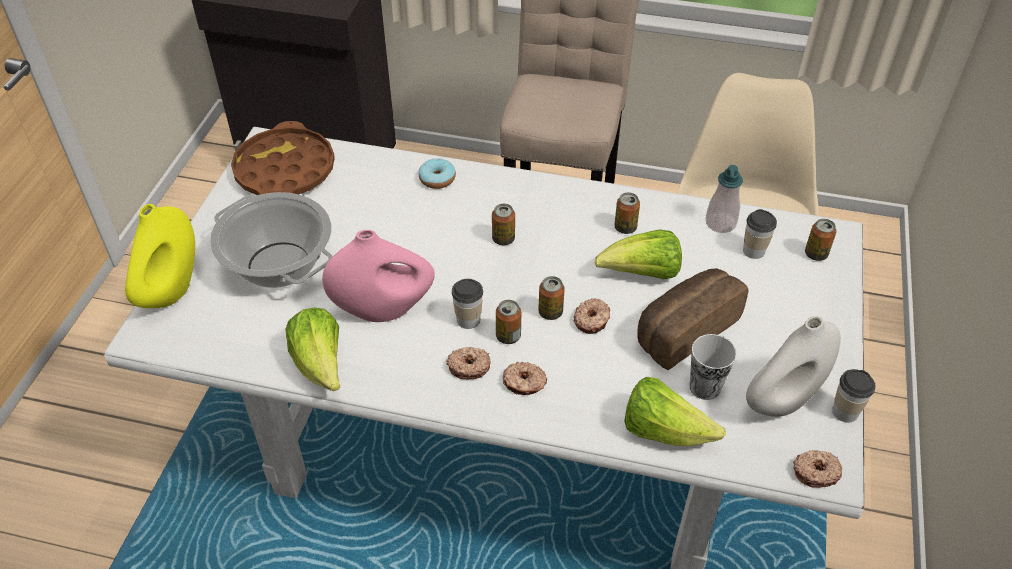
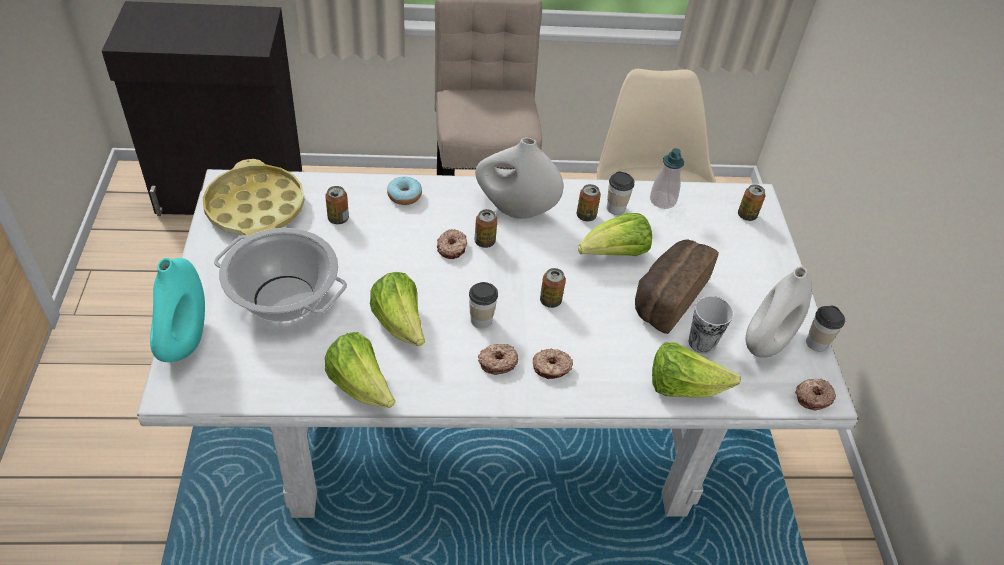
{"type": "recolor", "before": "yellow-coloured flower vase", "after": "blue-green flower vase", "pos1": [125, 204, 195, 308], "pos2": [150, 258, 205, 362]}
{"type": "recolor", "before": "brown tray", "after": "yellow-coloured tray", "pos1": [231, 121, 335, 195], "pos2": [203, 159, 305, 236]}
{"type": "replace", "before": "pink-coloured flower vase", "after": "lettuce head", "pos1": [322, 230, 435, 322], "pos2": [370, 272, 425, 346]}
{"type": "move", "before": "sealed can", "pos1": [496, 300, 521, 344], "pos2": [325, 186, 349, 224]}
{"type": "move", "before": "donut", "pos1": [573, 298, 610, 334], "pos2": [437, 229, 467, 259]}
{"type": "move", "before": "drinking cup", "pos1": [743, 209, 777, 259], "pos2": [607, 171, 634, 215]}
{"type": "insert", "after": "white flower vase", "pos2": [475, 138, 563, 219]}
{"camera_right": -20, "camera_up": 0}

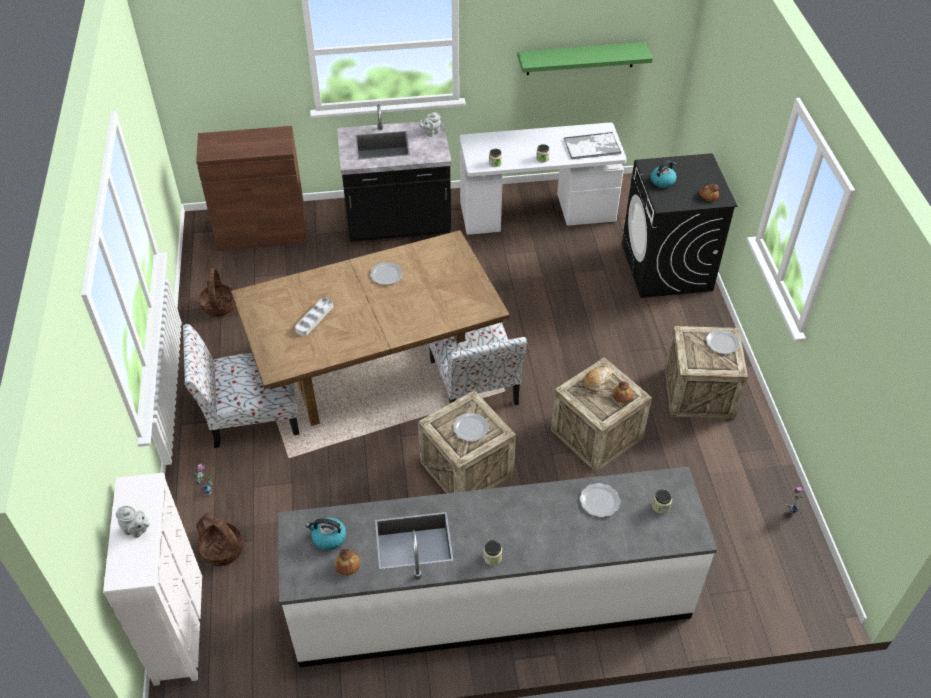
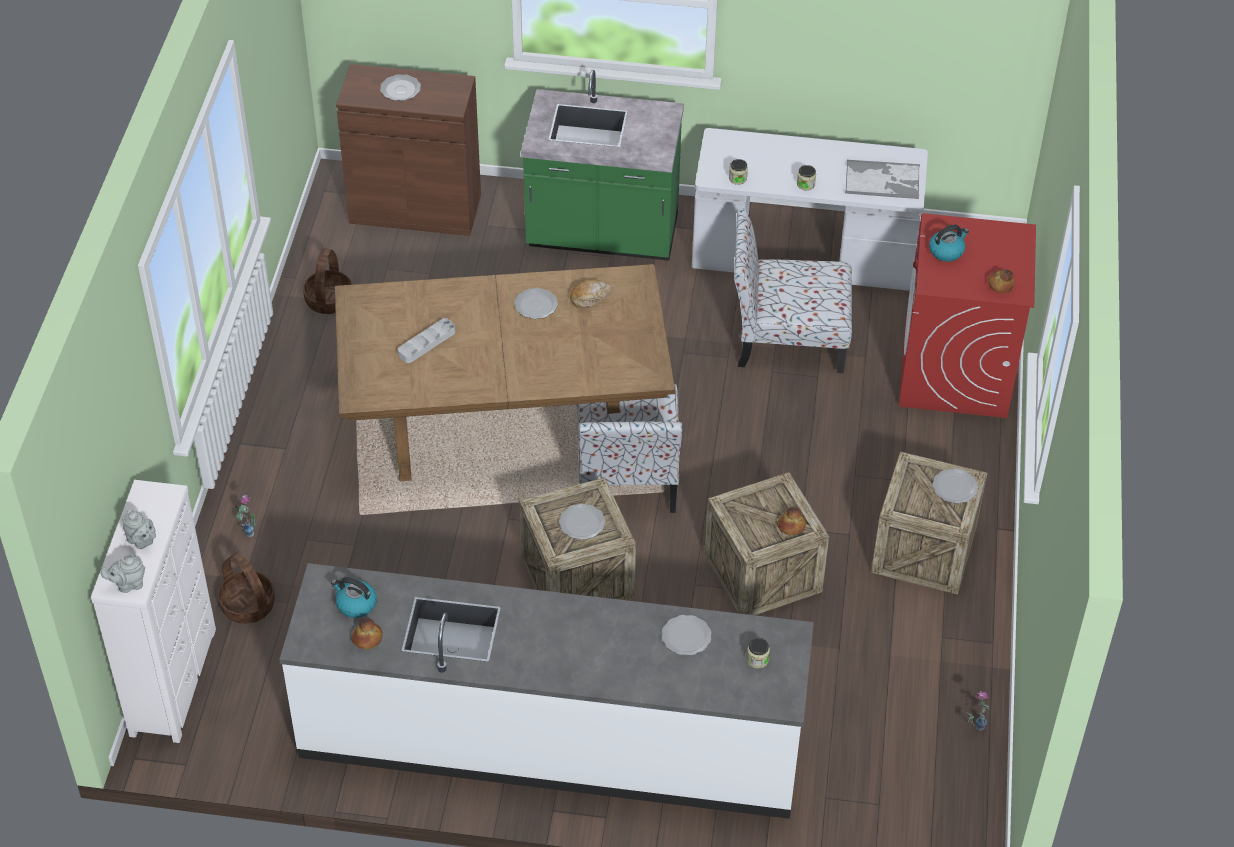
{"type": "move", "before": "upright chair", "pos1": [183, 324, 299, 448], "pos2": [734, 208, 852, 373]}
{"type": "recolor", "before": "black counter", "after": "green counter", "pos1": [337, 104, 452, 242], "pos2": [521, 70, 684, 261]}
{"type": "move", "before": "gray pot for tea", "pos1": [419, 112, 441, 137], "pos2": [101, 555, 145, 593]}
{"type": "delete", "before": "storage jar", "pos1": [483, 540, 502, 566]}
{"type": "delete", "before": "green wall shelf", "pos1": [517, 42, 653, 75]}
{"type": "move", "before": "bakery bread", "pos1": [584, 367, 612, 392], "pos2": [570, 280, 611, 308]}
{"type": "recolor", "before": "black laundry machine", "after": "red laundry machine", "pos1": [622, 153, 737, 298], "pos2": [899, 213, 1036, 418]}
{"type": "insert", "after": "dinner plate", "pos2": [380, 74, 421, 101]}
{"camera_right": 15, "camera_up": 0}

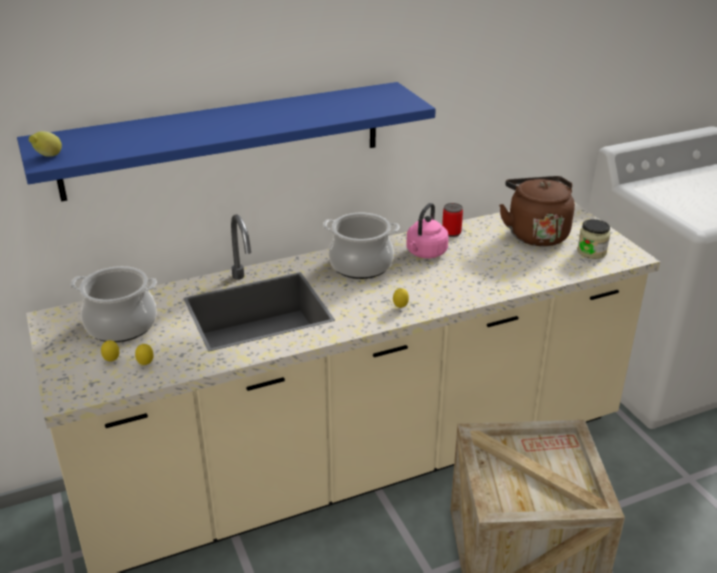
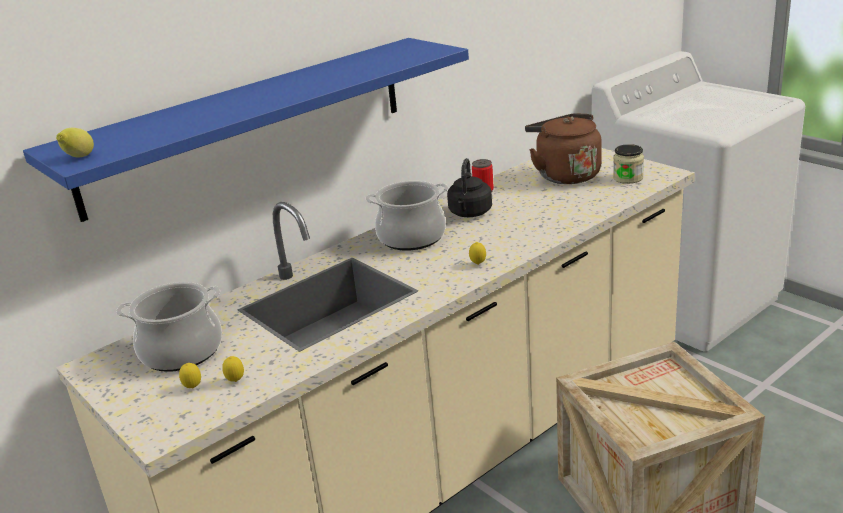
{"type": "recolor", "before": "pink-coloured kettle", "after": "black kettle", "pos1": [407, 203, 449, 258], "pos2": [447, 158, 492, 217]}
{"camera_right": -15, "camera_up": -5}

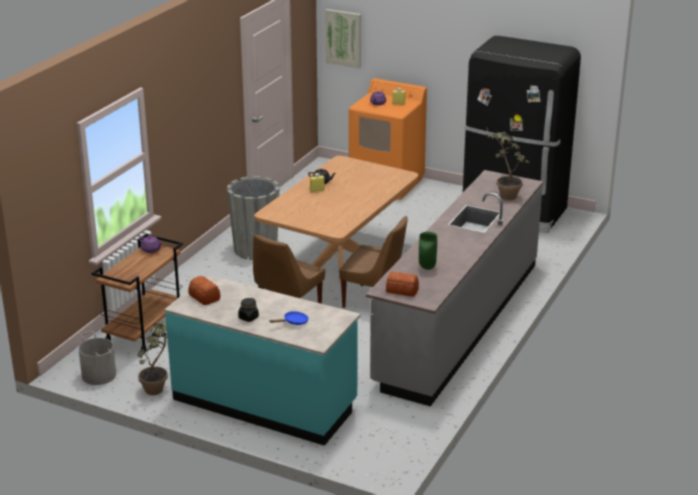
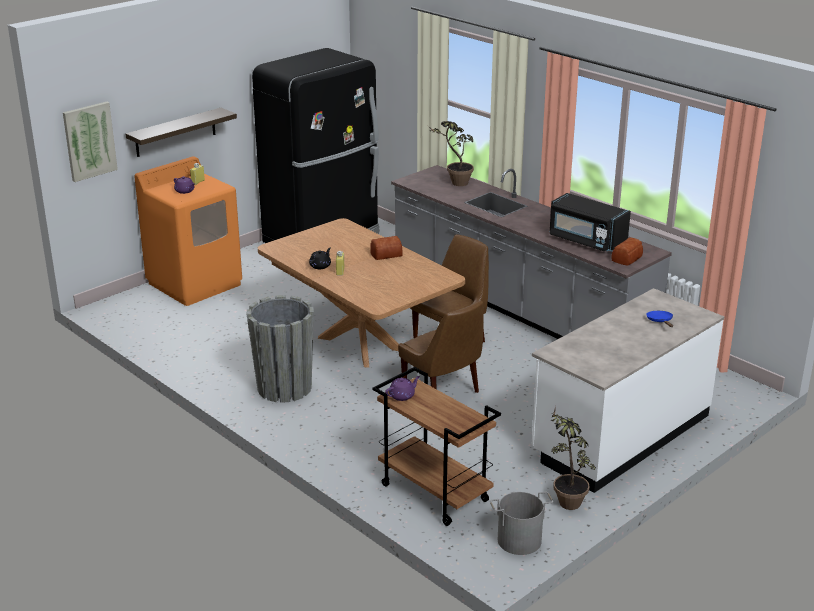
{"type": "recolor", "before": "blue-green counter", "after": "white counter", "pos1": [164, 275, 361, 446], "pos2": [532, 288, 724, 493]}
{"type": "move", "before": "bakery bread", "pos1": [189, 276, 220, 305], "pos2": [370, 236, 403, 260]}
{"type": "delete", "before": "black storage jar", "pos1": [238, 298, 259, 322]}
{"type": "replace", "before": "green flower vase", "after": "black kitchen microwave", "pos1": [419, 232, 437, 270], "pos2": [550, 193, 631, 252]}
{"type": "insert", "after": "wall shelf", "pos2": [126, 108, 237, 157]}
{"camera_right": -70, "camera_up": 0}

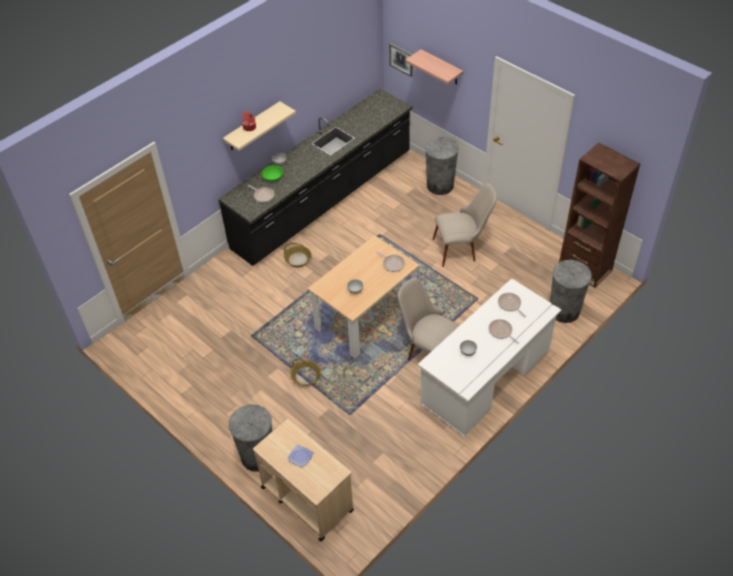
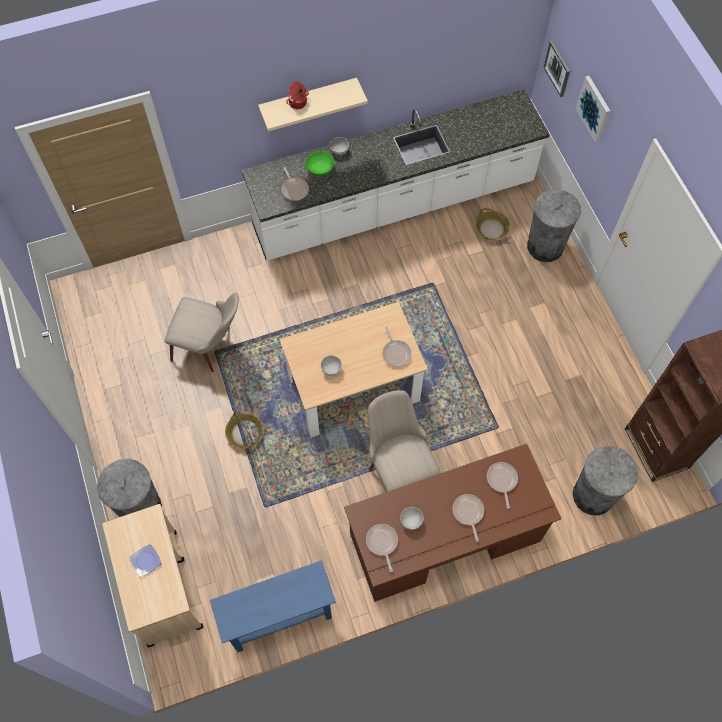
{"type": "recolor", "before": "black counter", "after": "white counter", "pos1": [218, 88, 413, 266], "pos2": [242, 89, 550, 261]}
{"type": "move", "before": "household basket", "pos1": [284, 243, 312, 267], "pos2": [475, 208, 510, 240]}
{"type": "replace", "before": "wall shelf", "after": "wall art", "pos1": [405, 49, 463, 84], "pos2": [576, 76, 610, 143]}
{"type": "recolor", "before": "white desk", "after": "brown desk", "pos1": [418, 278, 561, 436], "pos2": [344, 444, 562, 602]}
{"type": "move", "before": "beige-coloured upright chair", "pos1": [433, 183, 497, 267], "pos2": [165, 292, 239, 372]}
{"type": "insert", "after": "blue narrow table", "pos2": [210, 560, 336, 652]}
{"type": "insert", "after": "pan", "pos2": [366, 524, 398, 572]}
{"camera_right": 25, "camera_up": 15}

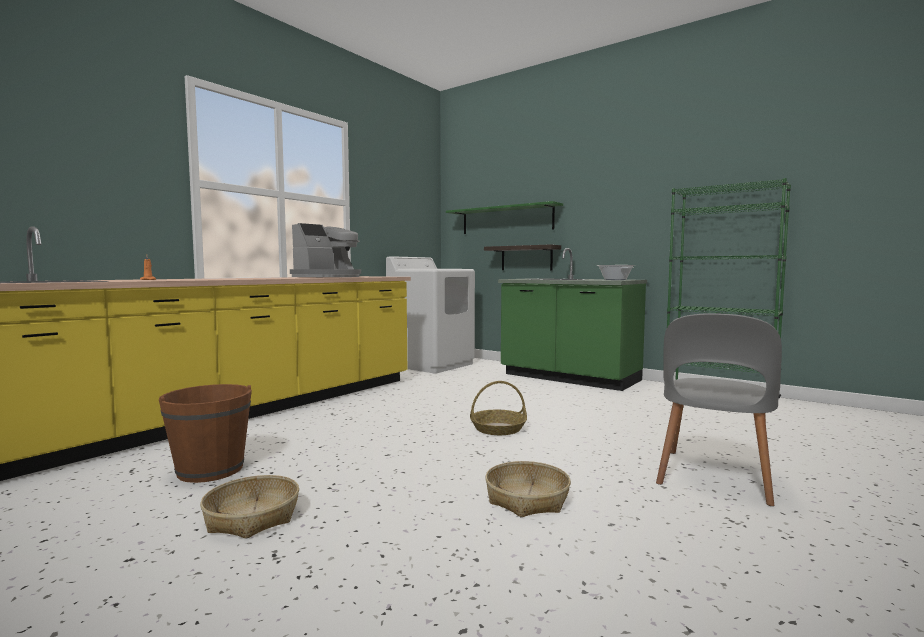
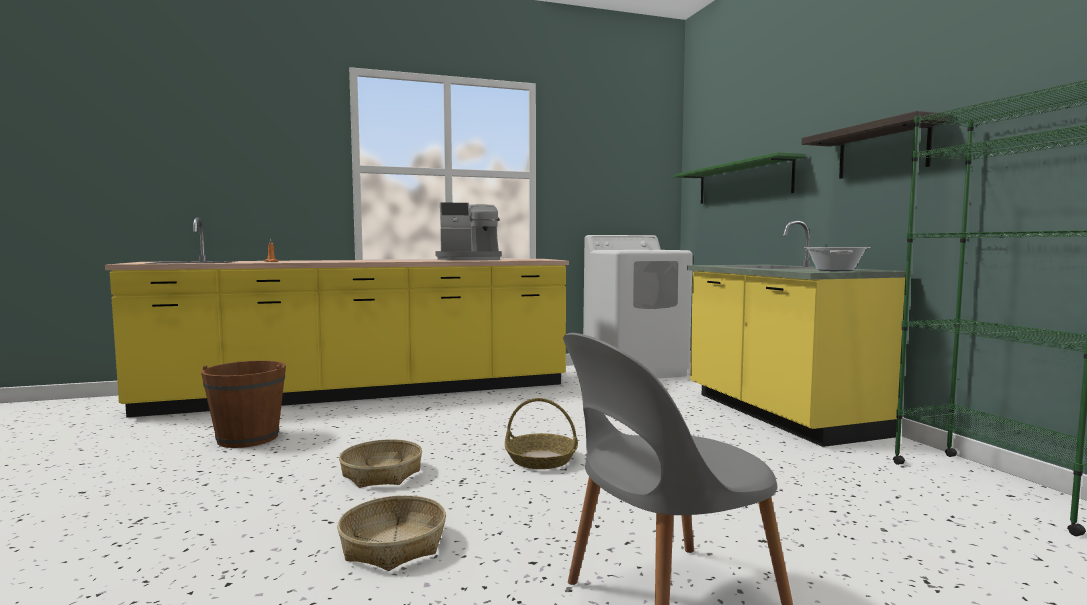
{"type": "move", "before": "household basket", "pos1": [200, 475, 299, 539], "pos2": [339, 439, 422, 488]}
{"type": "move", "before": "wall shelf", "pos1": [484, 244, 561, 270], "pos2": [802, 111, 950, 179]}
{"type": "recolor", "before": "green counter", "after": "yellow-coloured counter", "pos1": [498, 248, 647, 391], "pos2": [687, 221, 912, 447]}
{"camera_right": 35, "camera_up": 0}

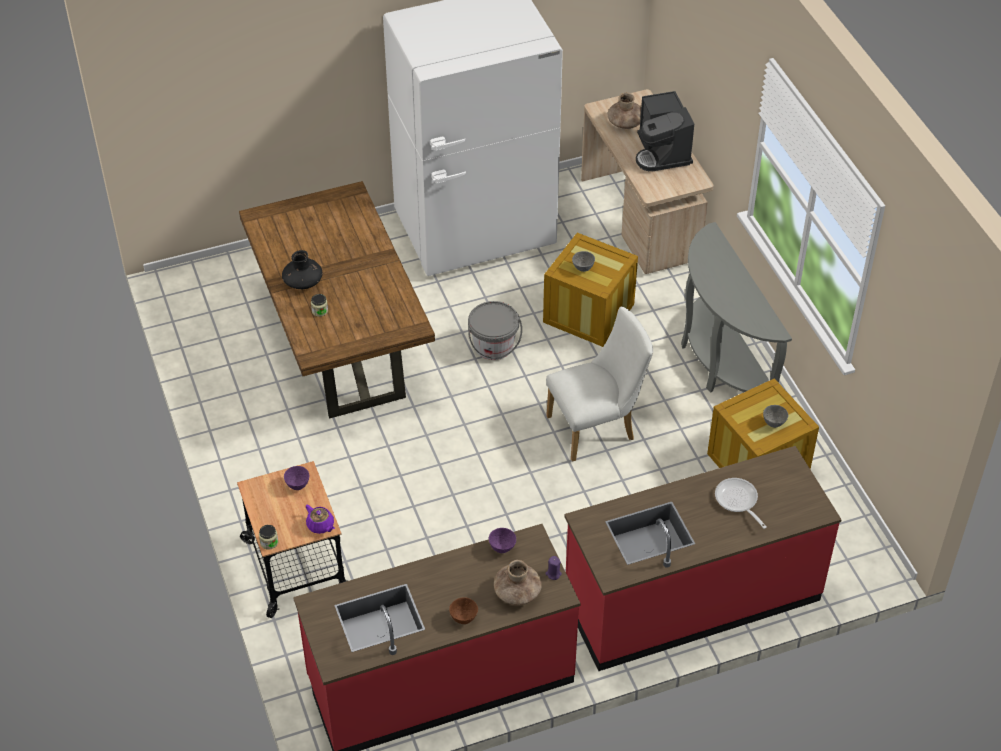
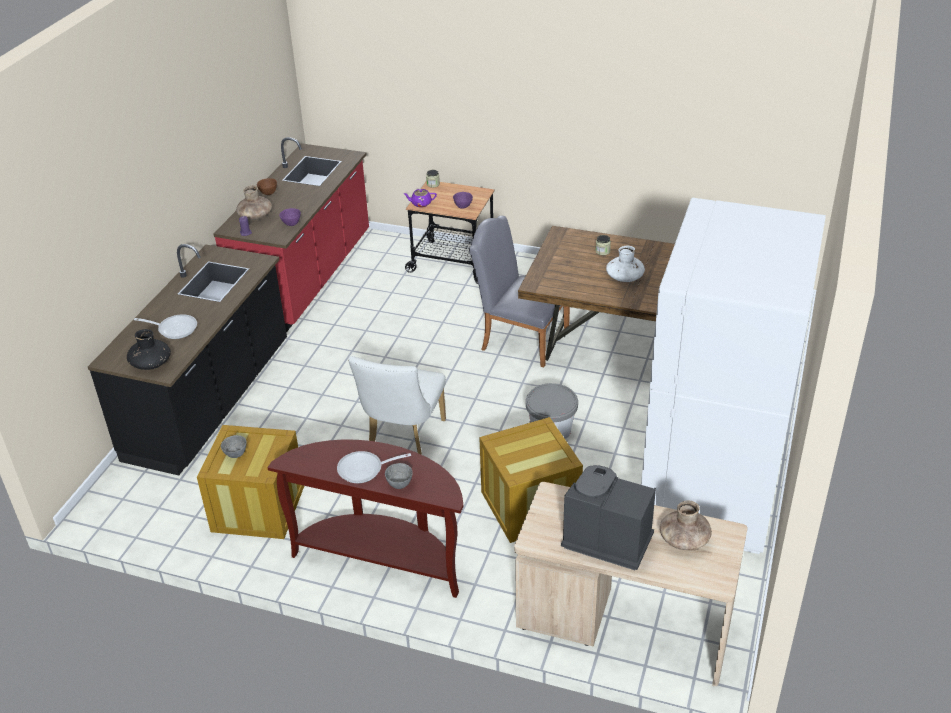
{"type": "move", "before": "black flower vase", "pos1": [282, 250, 322, 289], "pos2": [127, 329, 171, 370]}
{"type": "recolor", "before": "red counter", "after": "black counter", "pos1": [564, 446, 842, 671], "pos2": [88, 244, 287, 476]}
{"type": "move", "before": "gray bowl", "pos1": [572, 251, 595, 272], "pos2": [385, 463, 413, 489]}
{"type": "recolor", "before": "gray narrow table", "after": "brown narrow table", "pos1": [681, 222, 792, 392], "pos2": [267, 439, 463, 598]}
{"type": "insert", "after": "pan", "pos2": [337, 451, 411, 483]}
{"type": "insert", "after": "gray upright chair", "pos2": [469, 216, 570, 367]}
{"type": "insert", "after": "white flower vase", "pos2": [606, 246, 645, 282]}
{"camera_right": 130, "camera_up": -10}

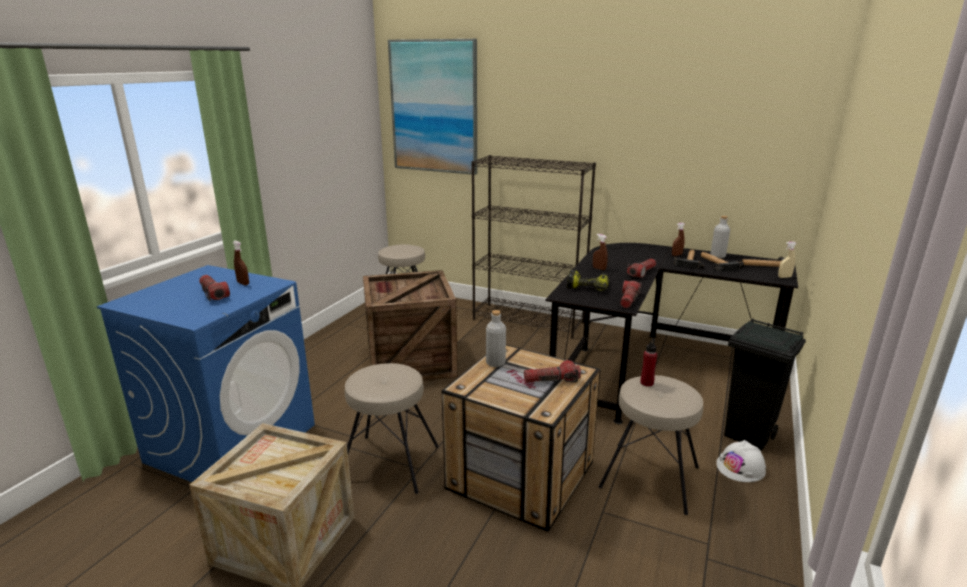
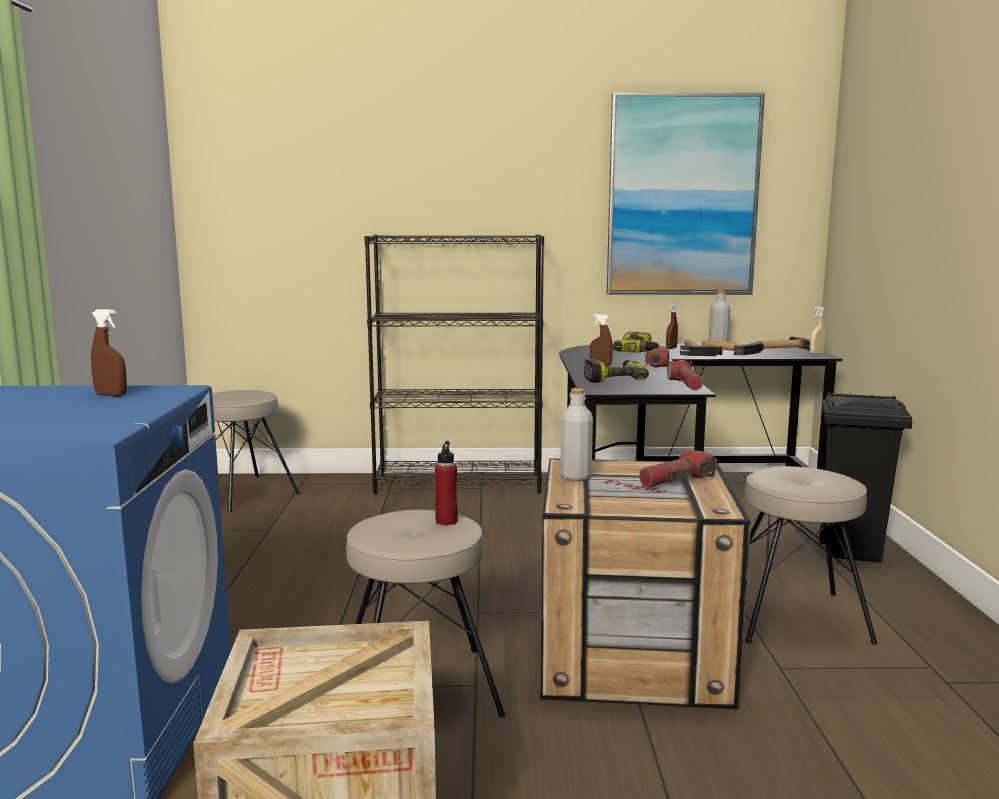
{"type": "delete", "before": "hand torch", "pos1": [199, 275, 230, 301]}
{"type": "delete", "before": "crate", "pos1": [363, 270, 458, 381]}
{"type": "move", "before": "wall art", "pos1": [388, 39, 477, 175], "pos2": [607, 92, 765, 295]}
{"type": "move", "before": "red bottle", "pos1": [641, 338, 657, 386], "pos2": [435, 441, 458, 526]}
{"type": "delete", "before": "white hard hat", "pos1": [716, 440, 766, 482]}
{"type": "insert", "after": "power drill", "pos2": [613, 332, 660, 353]}
{"camera_right": -25, "camera_up": -10}

